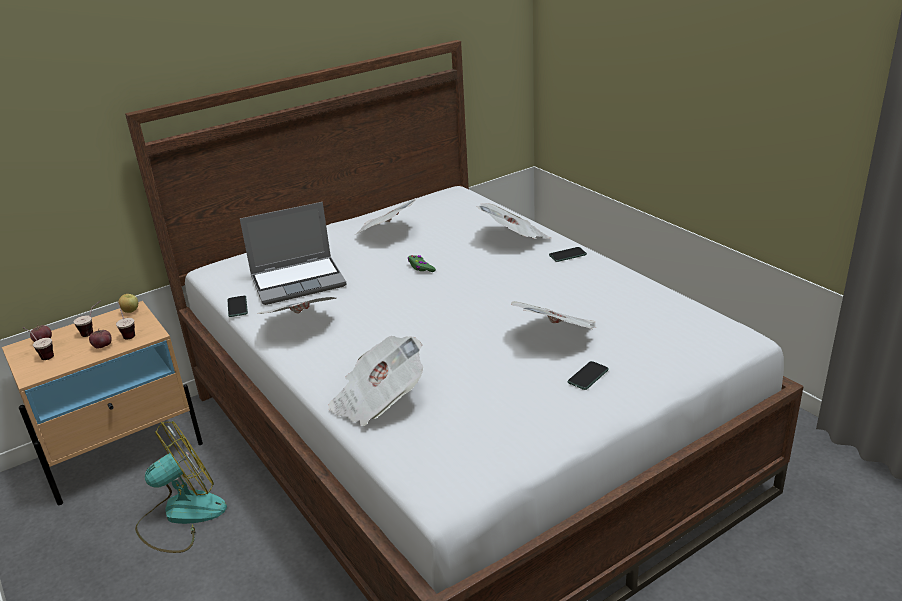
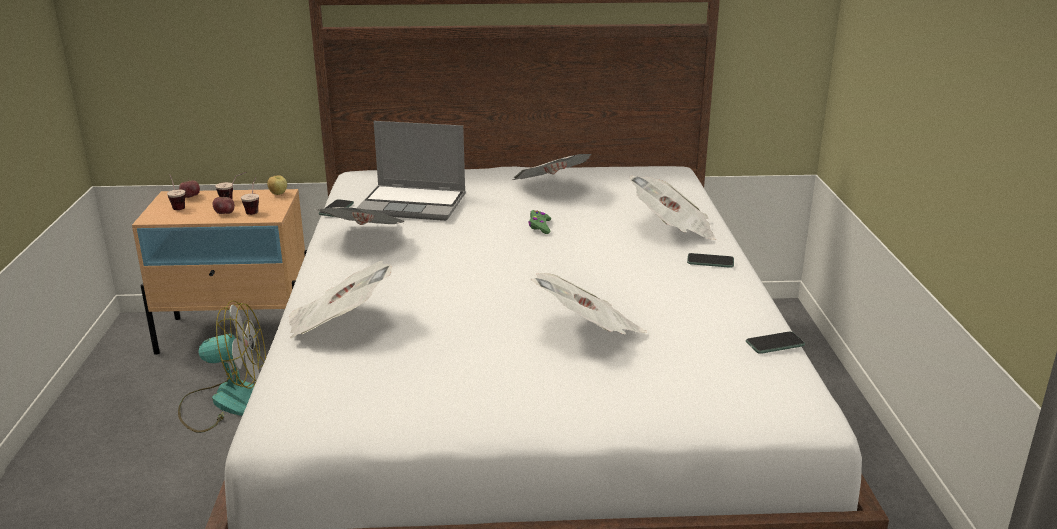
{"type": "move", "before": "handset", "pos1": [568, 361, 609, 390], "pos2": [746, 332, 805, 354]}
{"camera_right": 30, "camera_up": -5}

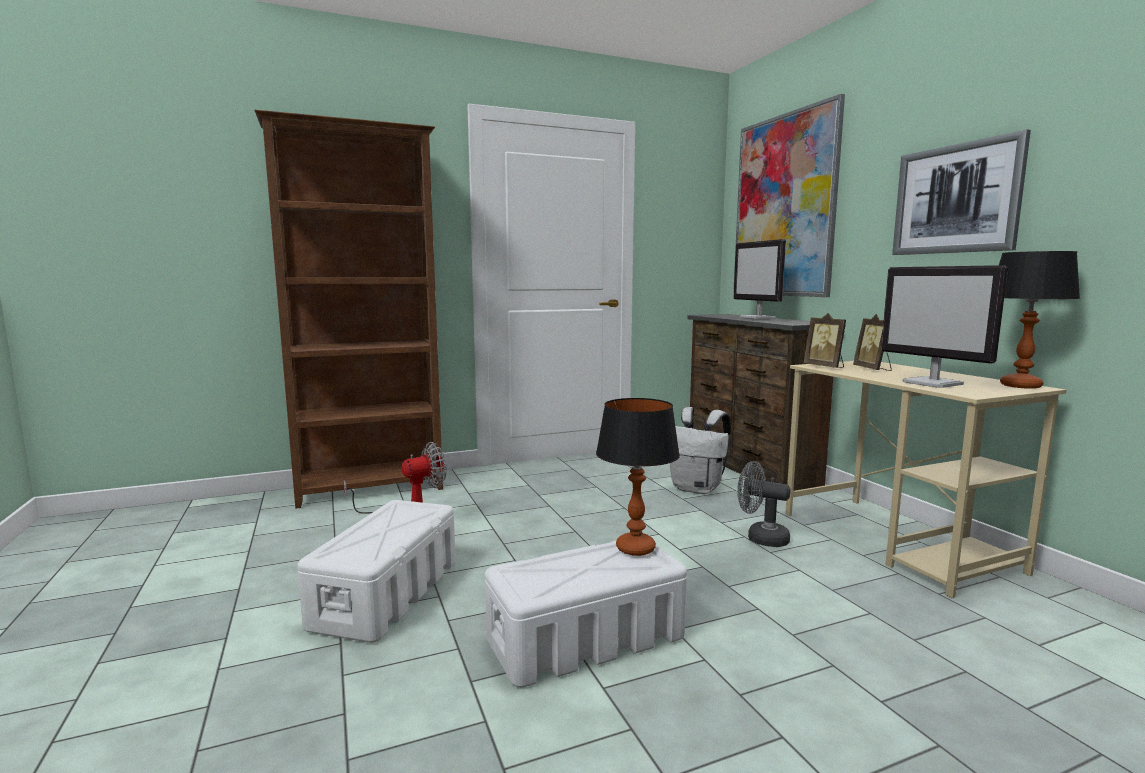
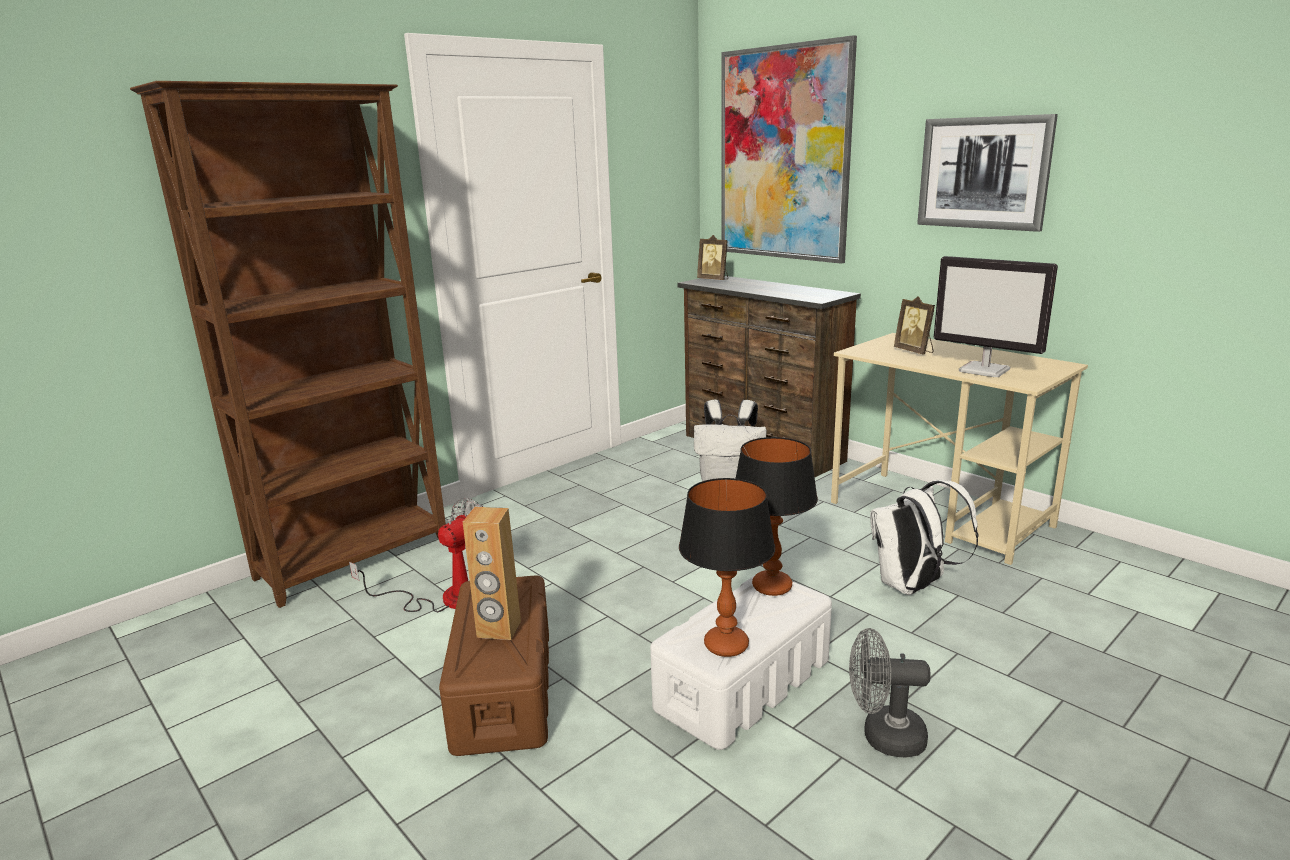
{"type": "recolor", "before": "white storage box", "after": "brown storage box", "pos1": [297, 500, 456, 643], "pos2": [439, 575, 549, 756]}
{"type": "delete", "before": "computer screen", "pos1": [733, 239, 786, 319]}
{"type": "move", "before": "gray electric fan", "pos1": [737, 461, 791, 547], "pos2": [849, 628, 931, 757]}
{"type": "move", "before": "photo frame", "pos1": [803, 313, 846, 368], "pos2": [697, 235, 728, 280]}
{"type": "move", "before": "tabletop lamp", "pos1": [999, 251, 1080, 389], "pos2": [679, 478, 775, 657]}
{"type": "insert", "after": "brown audio speaker", "pos2": [463, 507, 521, 640]}
{"type": "insert", "after": "white knapsack", "pos2": [870, 480, 979, 595]}
{"camera_right": -20, "camera_up": 10}

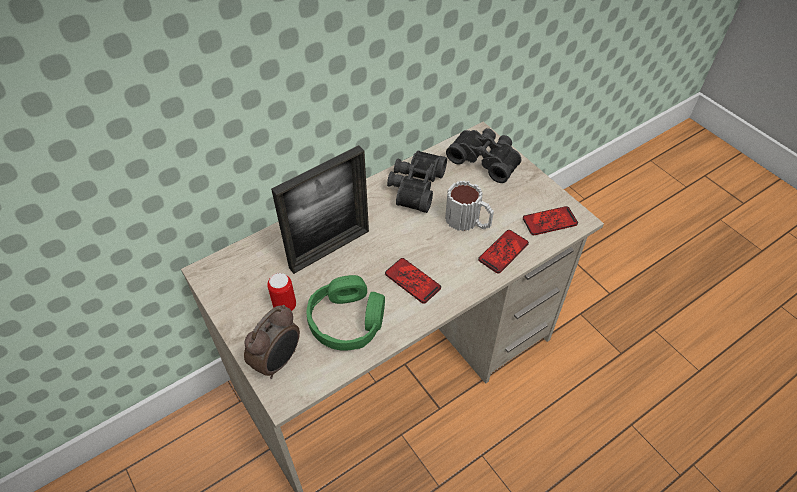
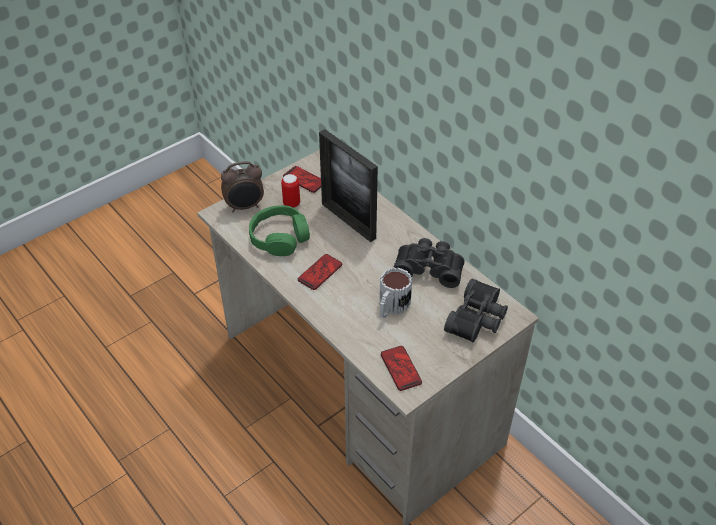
{"type": "rotate", "before": "alarm clock", "pos1": [244, 305, 300, 379], "pos2": [221, 161, 264, 212], "turn": -45}
{"type": "move", "before": "handset", "pos1": [478, 230, 529, 274], "pos2": [283, 166, 321, 193]}
{"camera_right": 85, "camera_up": -5}

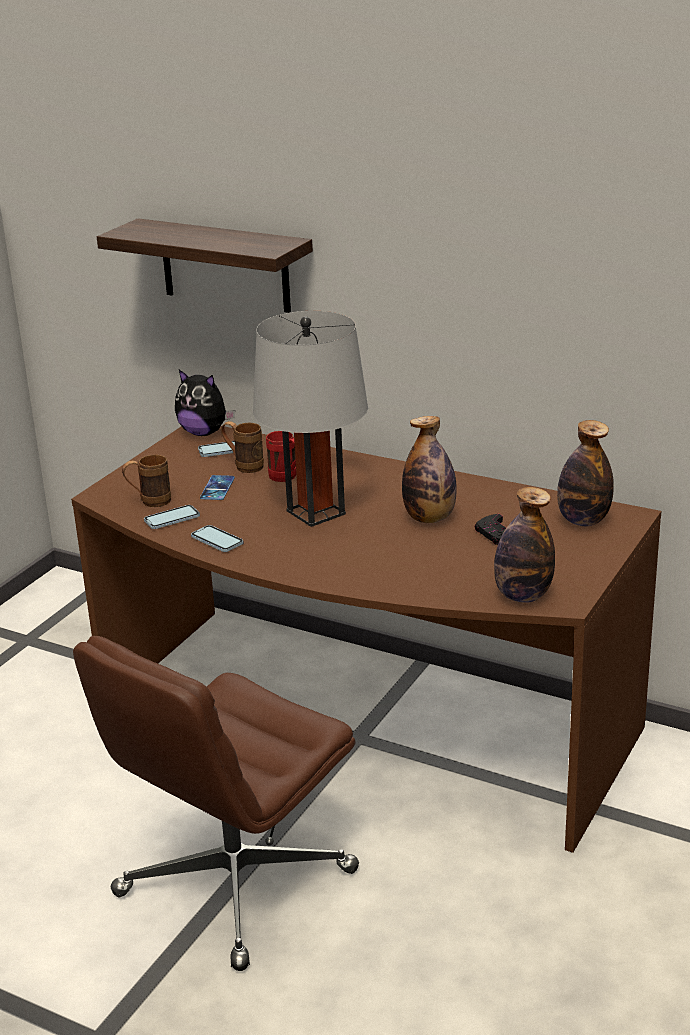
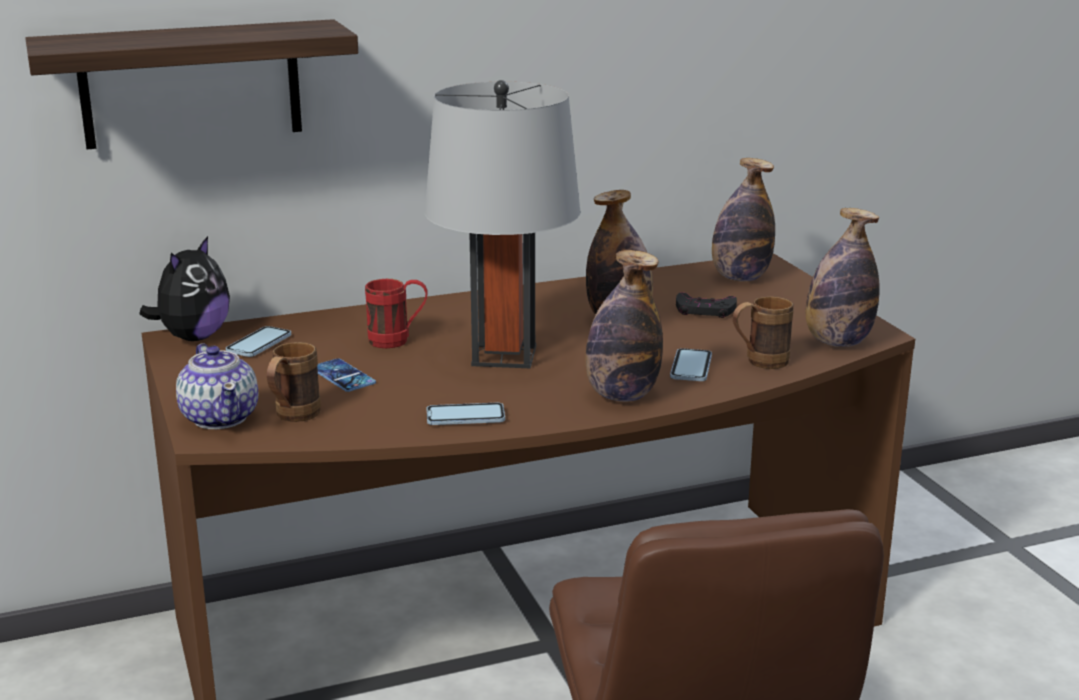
{"type": "move", "before": "handset", "pos1": [144, 505, 200, 529], "pos2": [670, 348, 712, 381]}
{"type": "rotate", "before": "soft toy", "pos1": [175, 370, 235, 436], "pos2": [139, 236, 230, 341], "turn": -45}
{"type": "move", "before": "brown mug", "pos1": [221, 421, 264, 473], "pos2": [733, 296, 794, 369]}
{"type": "insert", "after": "pot for tea", "pos2": [176, 343, 259, 429]}
{"type": "insert", "after": "bottle", "pos2": [586, 250, 663, 402]}
{"camera_right": -50, "camera_up": -5}

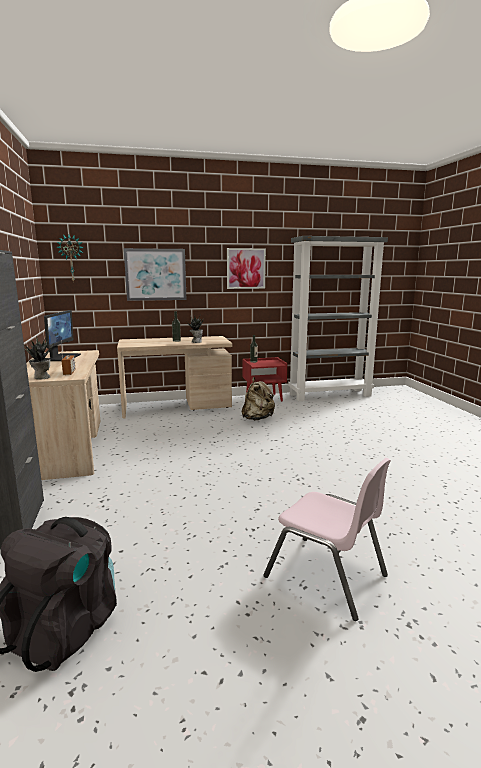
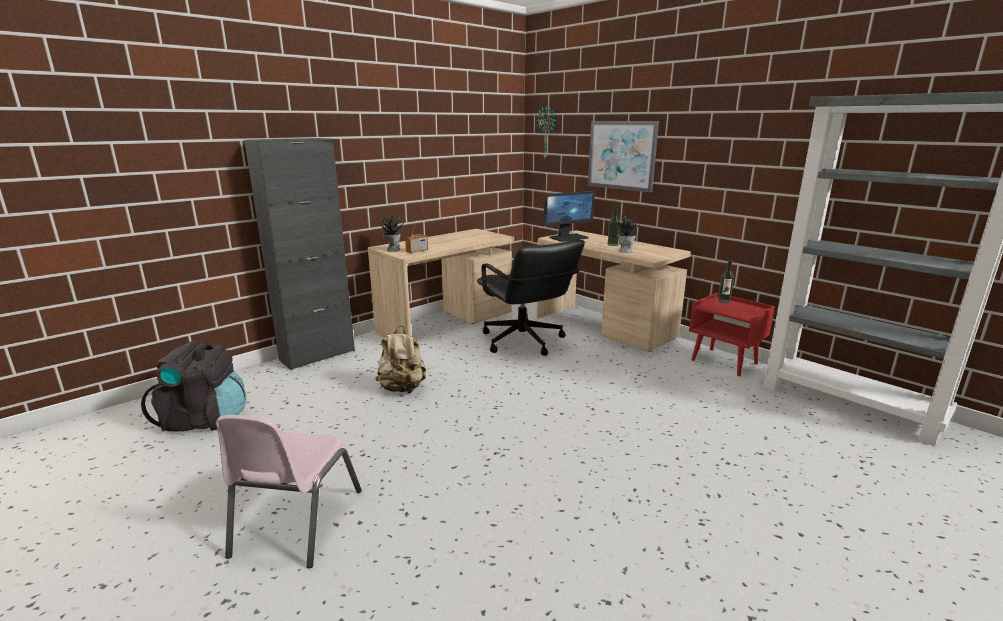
{"type": "move", "before": "computer screen", "pos1": [44, 310, 81, 361], "pos2": [543, 191, 595, 242]}
{"type": "delete", "before": "wall art", "pos1": [227, 248, 266, 289]}
{"type": "move", "before": "beige-coloured knapsack", "pos1": [242, 377, 275, 420], "pos2": [375, 326, 426, 394]}
{"type": "insert", "after": "black desk chair", "pos2": [477, 240, 585, 356]}
{"camera_right": 60, "camera_up": 5}

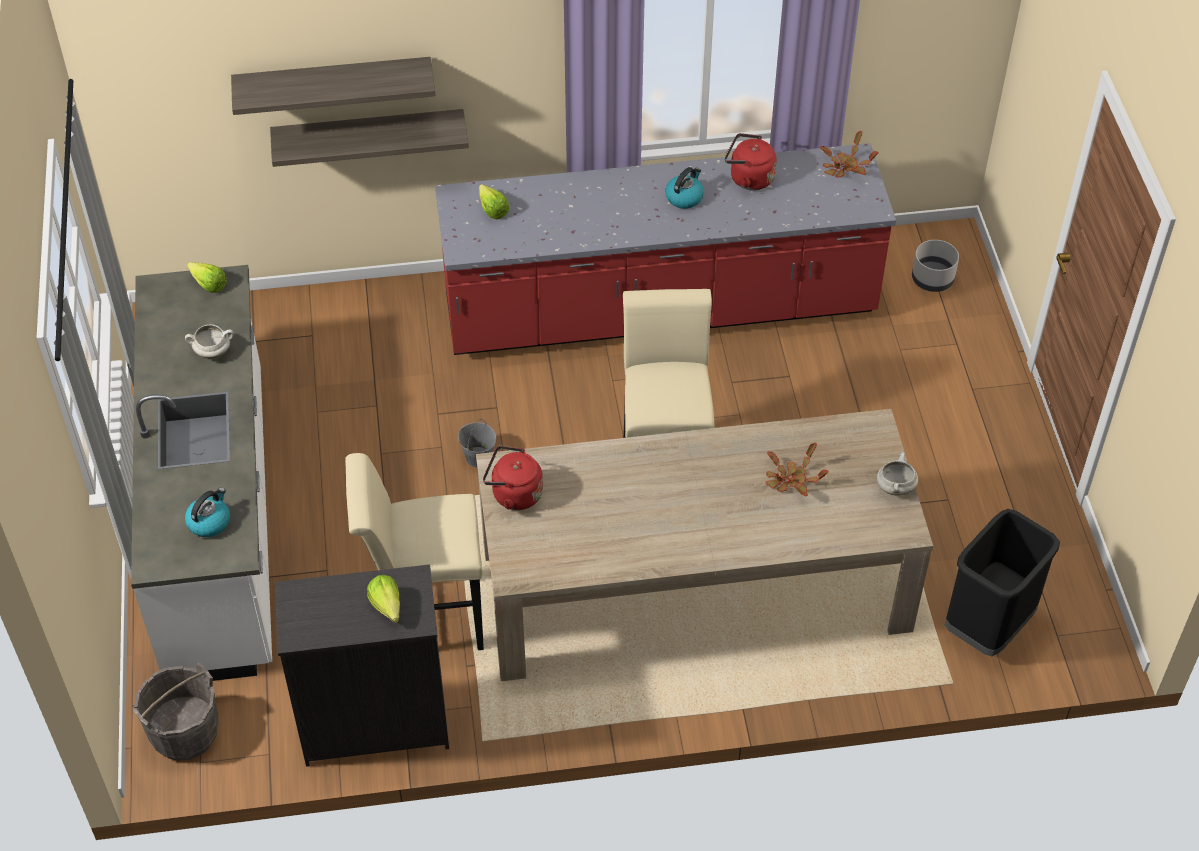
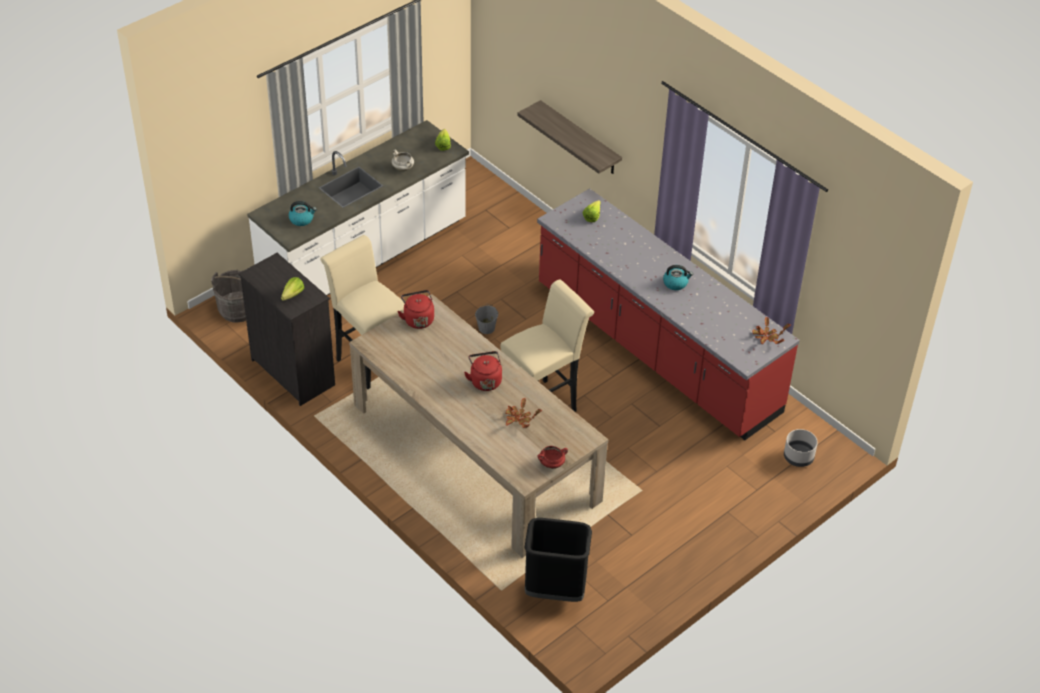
{"type": "delete", "before": "wall shelf", "pos1": [231, 57, 435, 115]}
{"type": "move", "before": "red kettle", "pos1": [725, 133, 776, 190], "pos2": [464, 351, 502, 391]}
{"type": "recolor", "before": "white saucepot", "after": "red saucepot", "pos1": [877, 452, 918, 495], "pos2": [537, 446, 568, 469]}
{"camera_right": 55, "camera_up": -5}

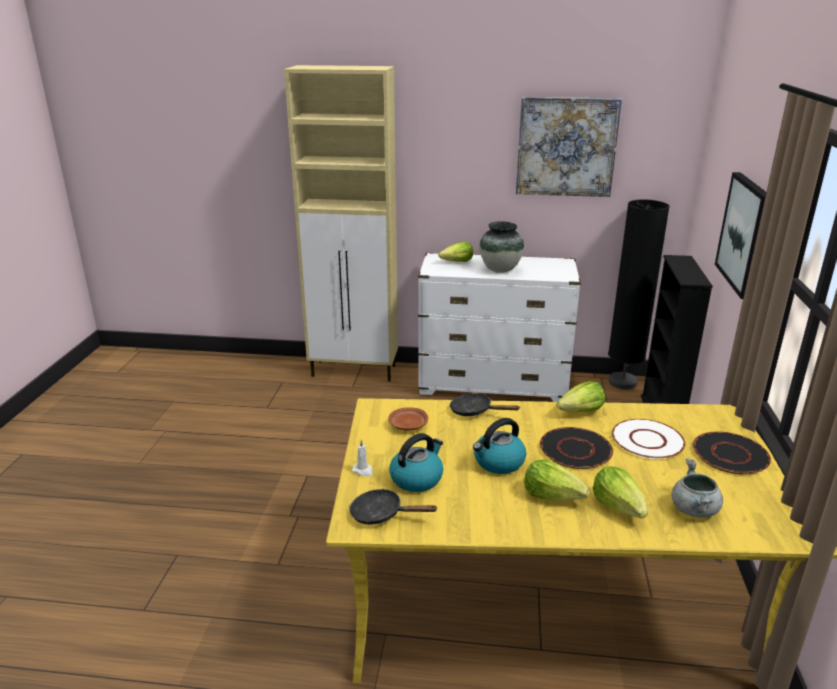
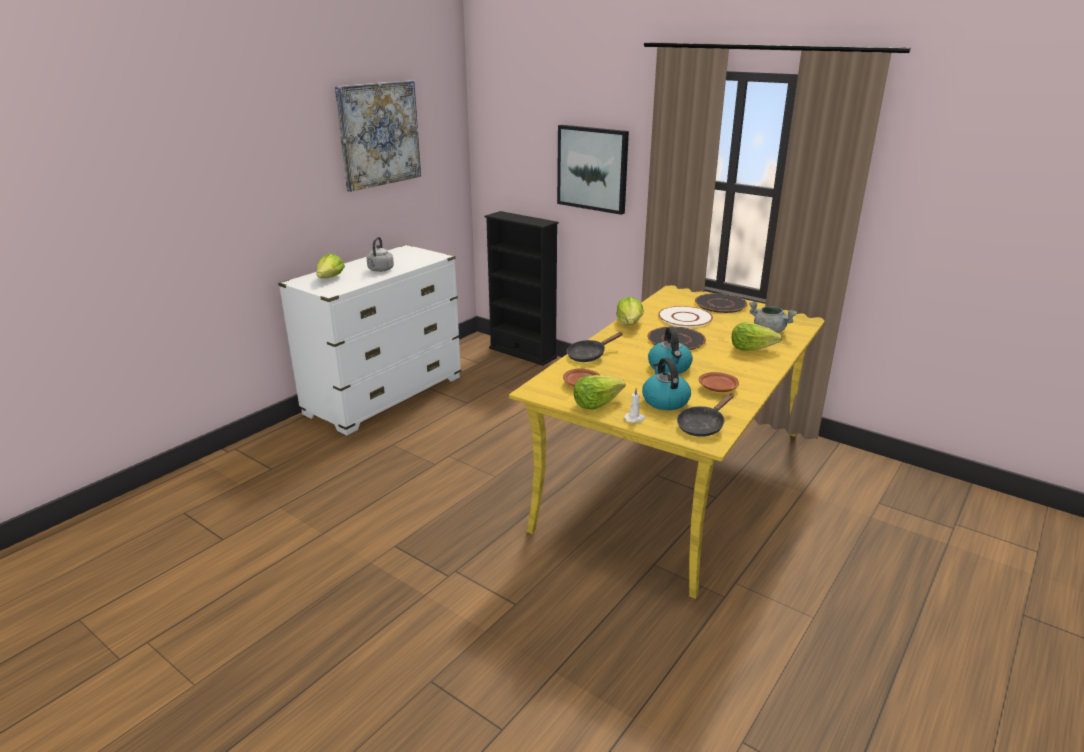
{"type": "delete", "before": "beige-coloured cupboard", "pos1": [284, 65, 398, 381]}
{"type": "replace", "before": "flower vase", "after": "gray kettle", "pos1": [480, 221, 524, 273], "pos2": [366, 237, 394, 272]}
{"type": "move", "before": "lettuce head", "pos1": [524, 459, 590, 501], "pos2": [574, 375, 626, 410]}
{"type": "delete", "before": "black standard lamp", "pos1": [608, 199, 670, 389]}
{"type": "insert", "after": "brown dinner plate", "pos2": [699, 372, 739, 392]}
{"camera_right": -60, "camera_up": 0}

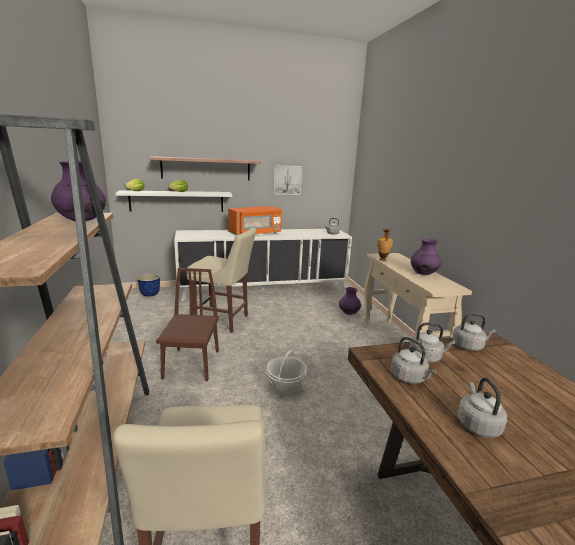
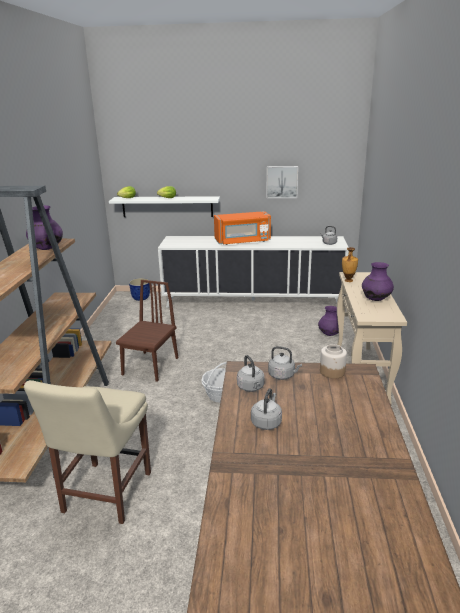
{"type": "delete", "before": "wall shelf", "pos1": [149, 156, 261, 181]}
{"type": "delete", "before": "beige-coloured upright chair", "pos1": [187, 228, 256, 333]}
{"type": "replace", "before": "gray kettle", "after": "storage jar", "pos1": [452, 314, 496, 351], "pos2": [320, 344, 347, 379]}
{"camera_right": 20, "camera_up": 5}

